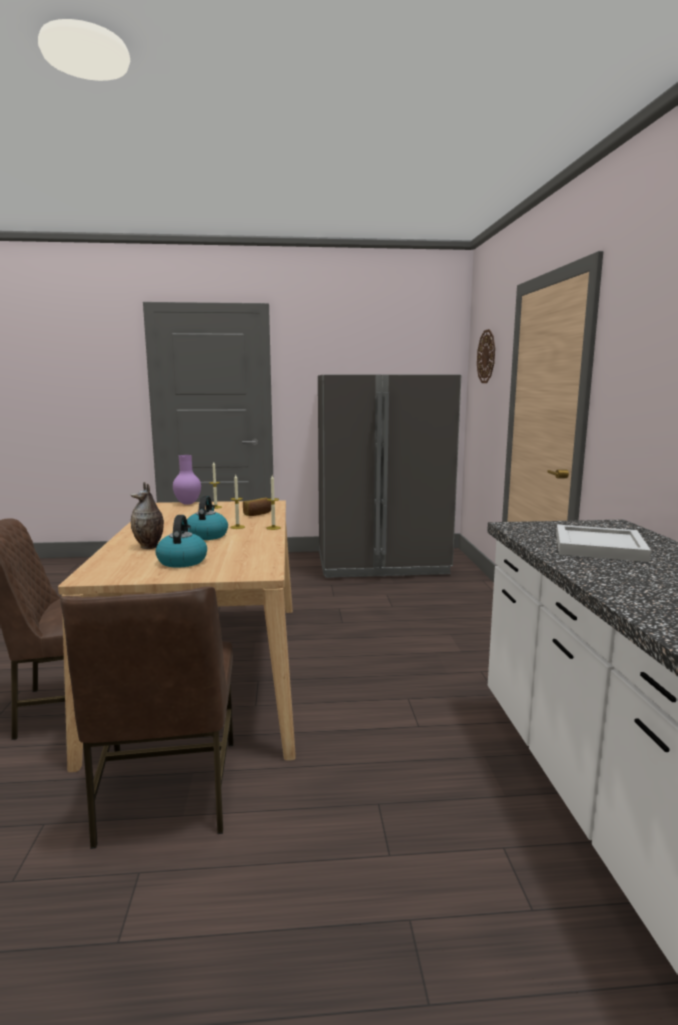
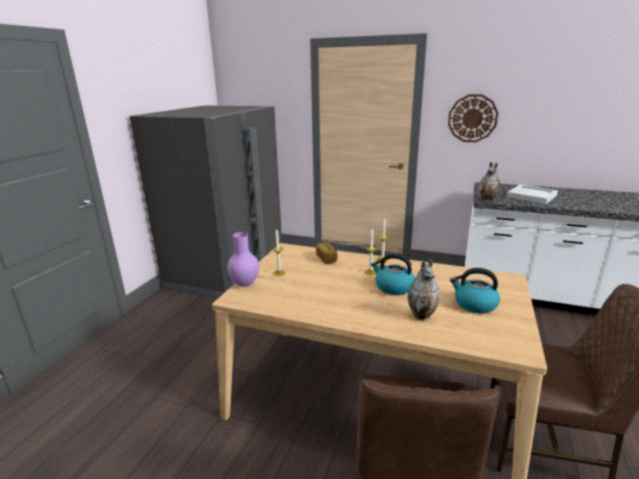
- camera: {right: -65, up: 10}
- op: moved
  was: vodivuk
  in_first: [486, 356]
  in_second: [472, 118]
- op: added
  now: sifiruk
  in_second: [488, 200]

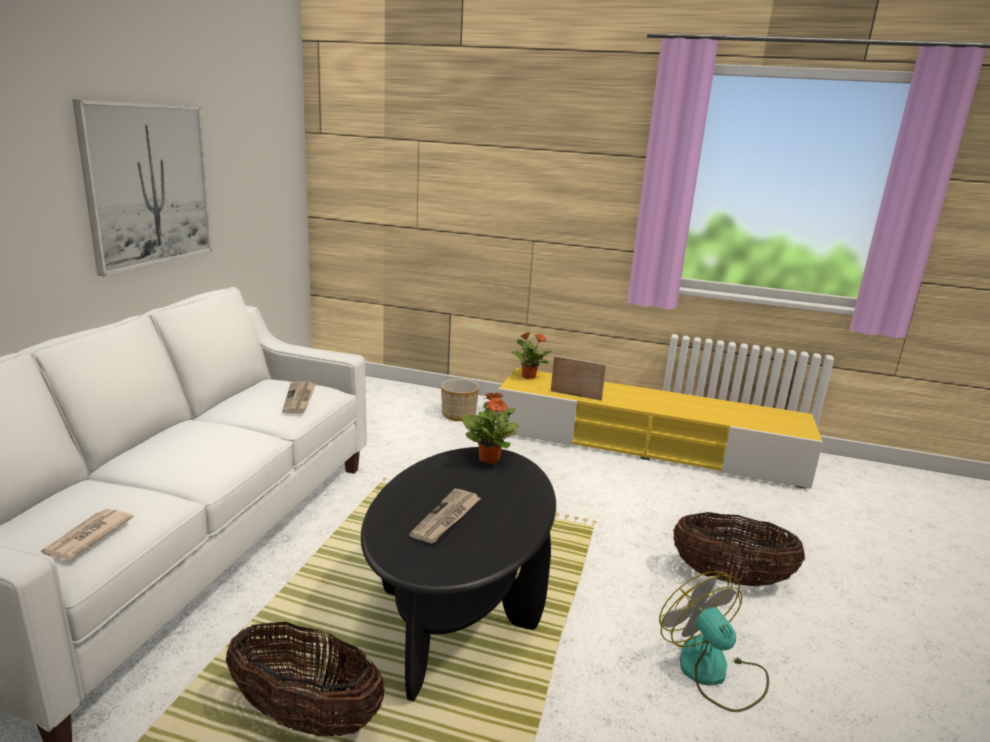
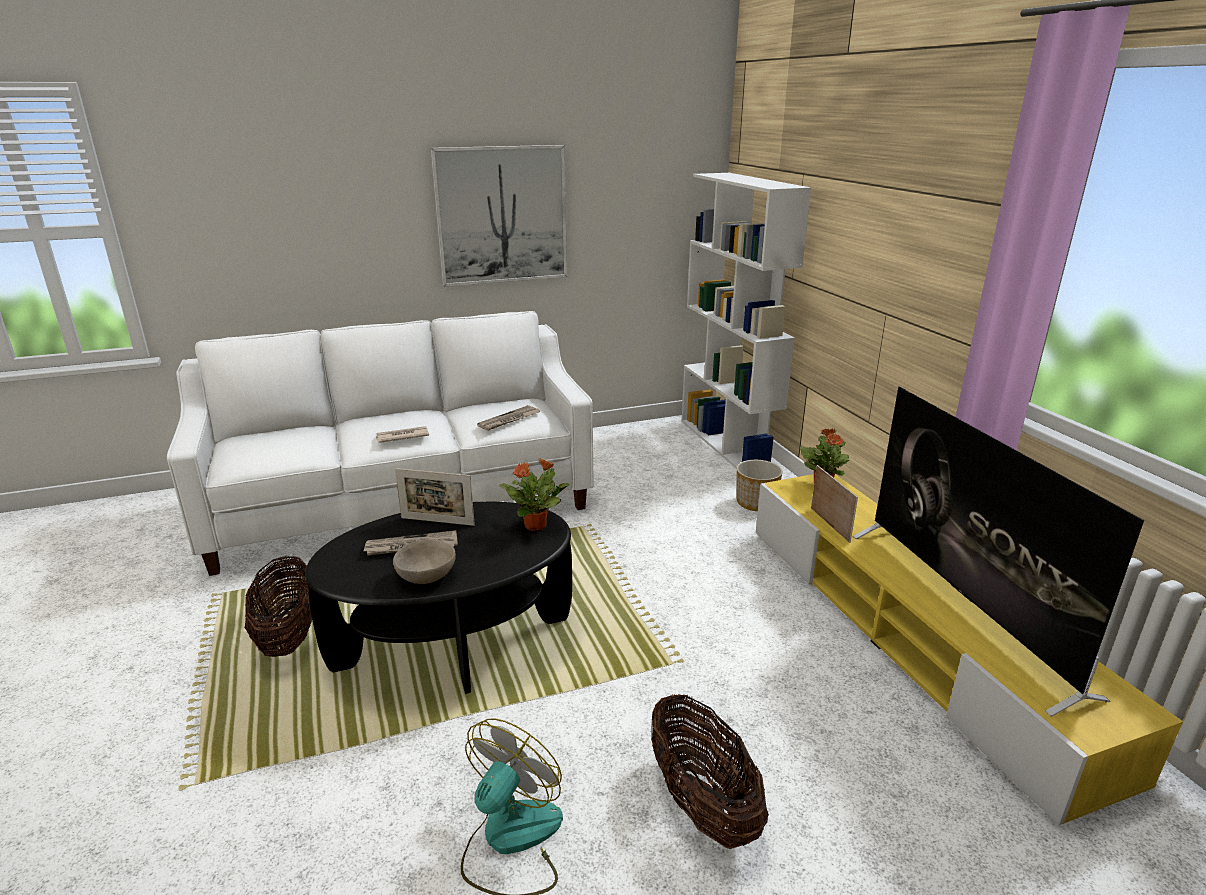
- camera: {right: 55, up: 5}
- op: moved
  was: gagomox
  in_first: [86, 537]
  in_second: [402, 436]
- op: added
  now: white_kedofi
  in_second: [728, 444]
- op: added
  now: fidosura
  in_second: [962, 607]
- op: added
  now: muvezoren
  in_second: [437, 521]
- op: added
  now: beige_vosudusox
  in_second: [427, 576]

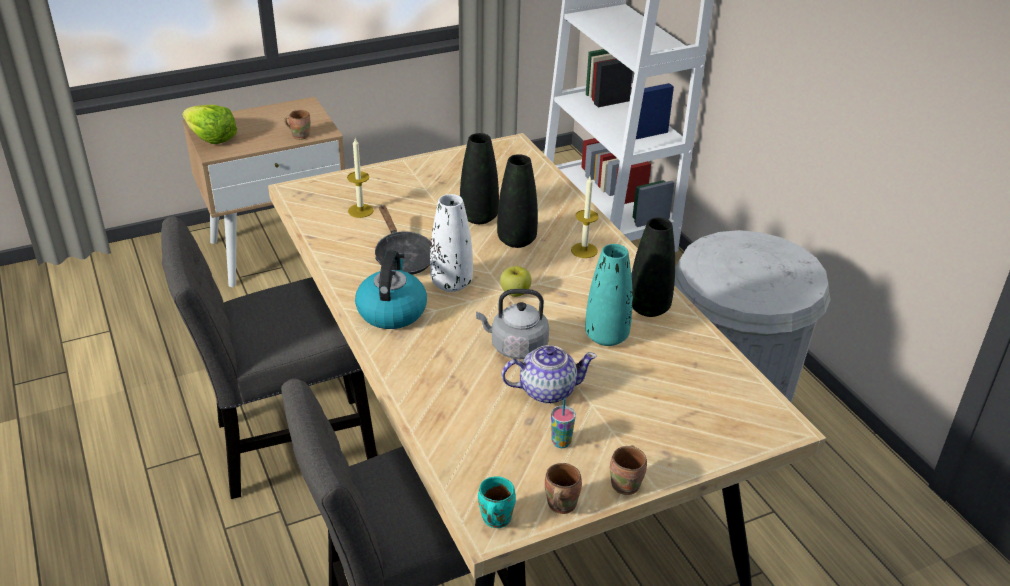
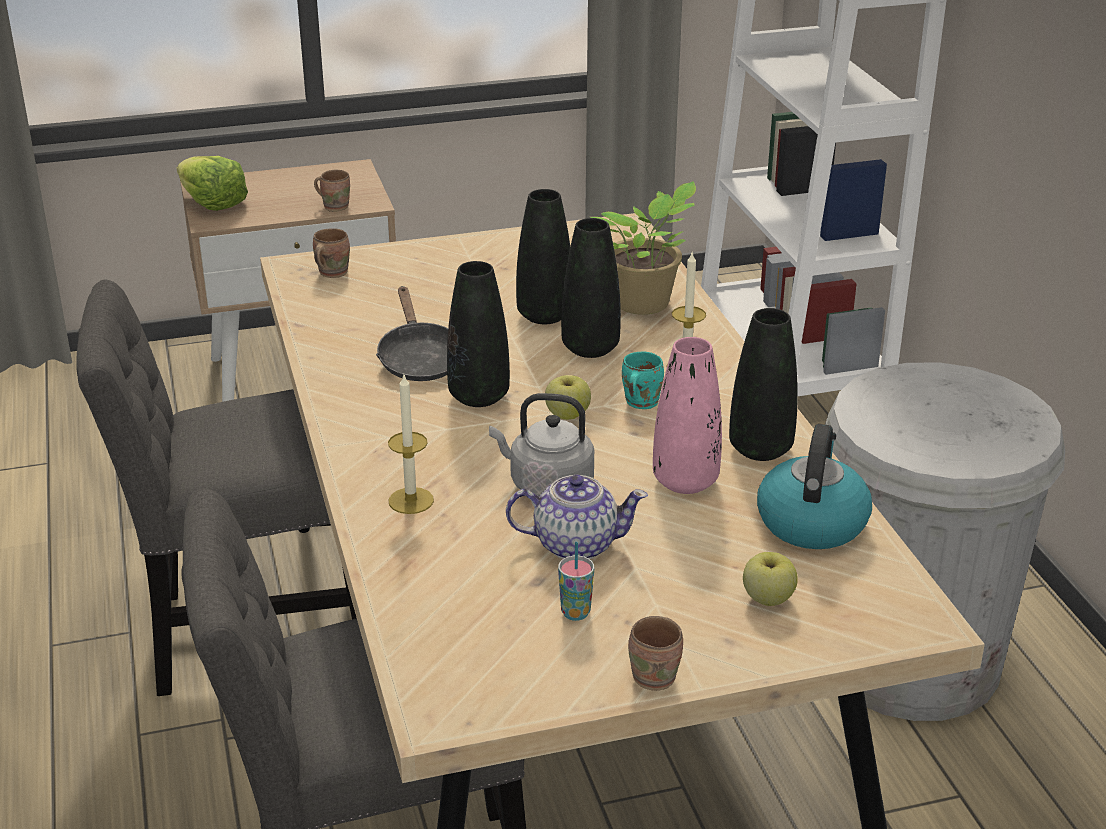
- camera: {right: 10, up: -5}
- op: moved
  was: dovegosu
  in_first: [360, 211]
  in_second: [411, 500]
- op: recoloured
  was: white_sifiruk
  now: black_sifiruk
  in_first: [451, 283]
  in_second: [479, 397]
- op: recoloured
  was: turquoise_sifiruk
  now: pink_sifiruk
  in_first: [606, 336]
  in_second: [685, 481]
- op: moved
  was: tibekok
  in_first: [391, 311]
  in_second: [811, 521]
- op: moved
  was: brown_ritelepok
  in_first: [559, 505]
  in_second: [330, 273]
- op: moved
  was: turquoise_ritelepok
  in_first: [494, 519]
  in_second: [639, 402]
- op: added
  now: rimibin
  in_second: [645, 304]
- op: added
  now: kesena
  in_second: [768, 598]

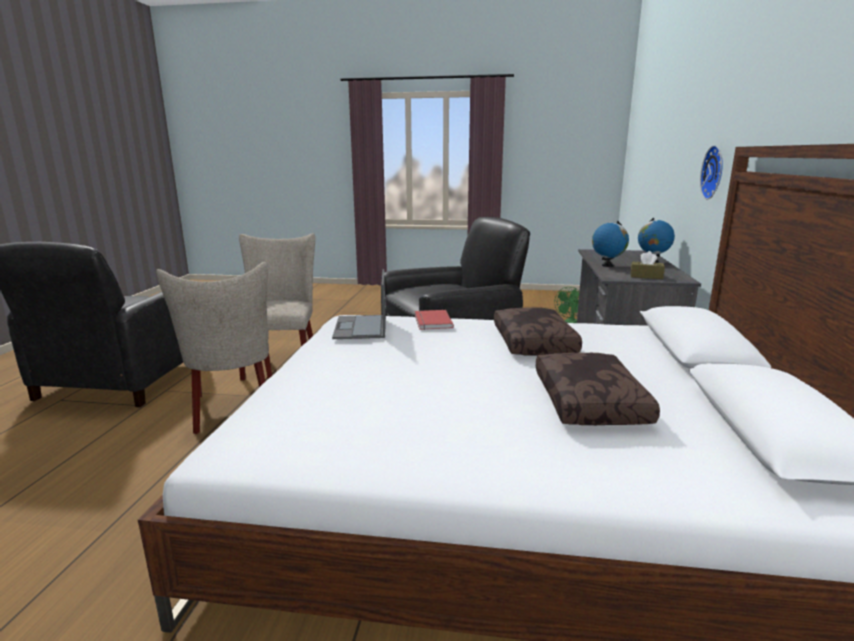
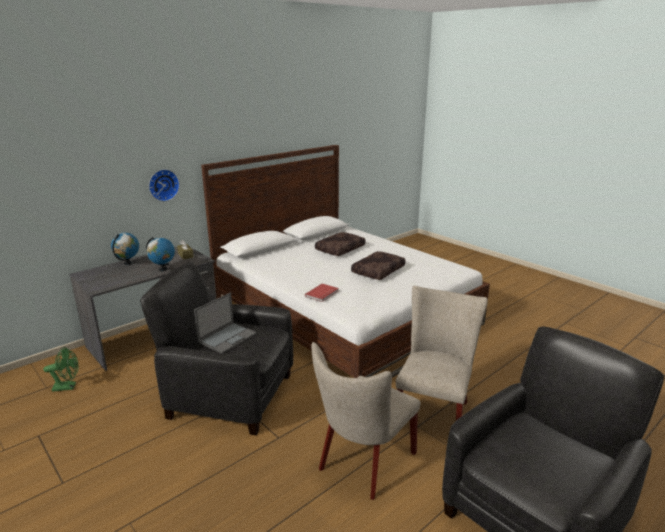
- camera: {right: -140, up: 5}
- op: moved
  was: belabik
  in_first: [361, 327]
  in_second: [228, 337]
- op: moved
  was: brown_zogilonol
  in_first: [535, 343]
  in_second: [377, 271]

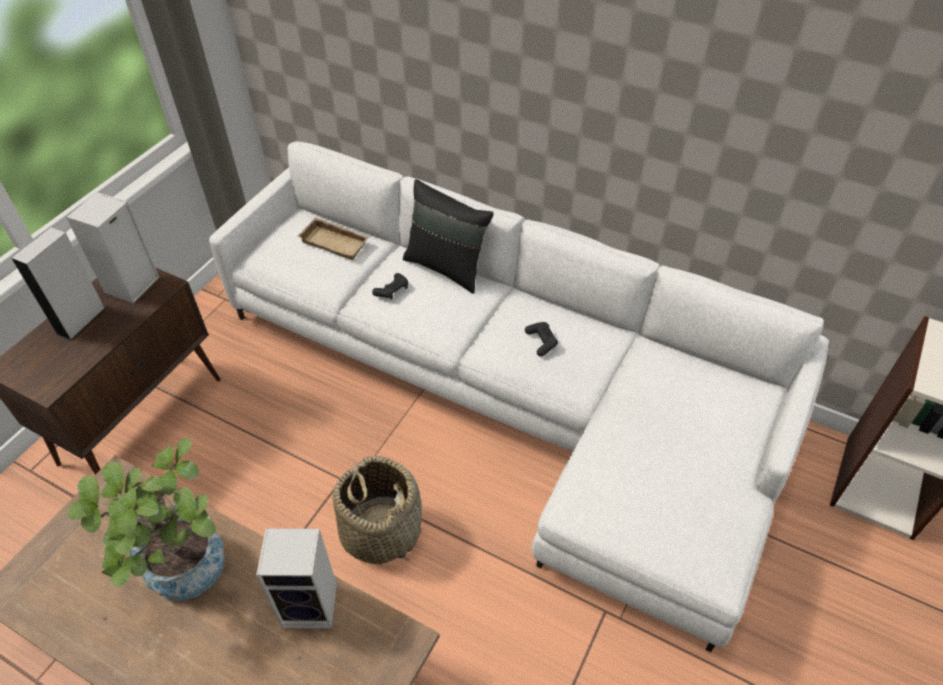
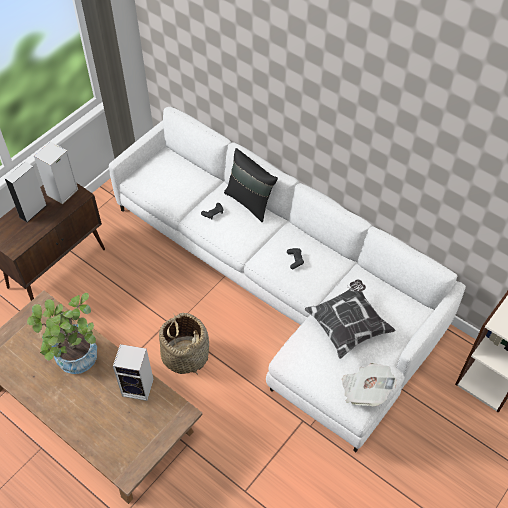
- camera: {right: 10, up: 5}
- op: removed
  was: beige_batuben
  in_first: [336, 242]
- op: added
  now: zogilonol
  in_second: [348, 326]
- op: added
  now: gagomox
  in_second: [365, 390]

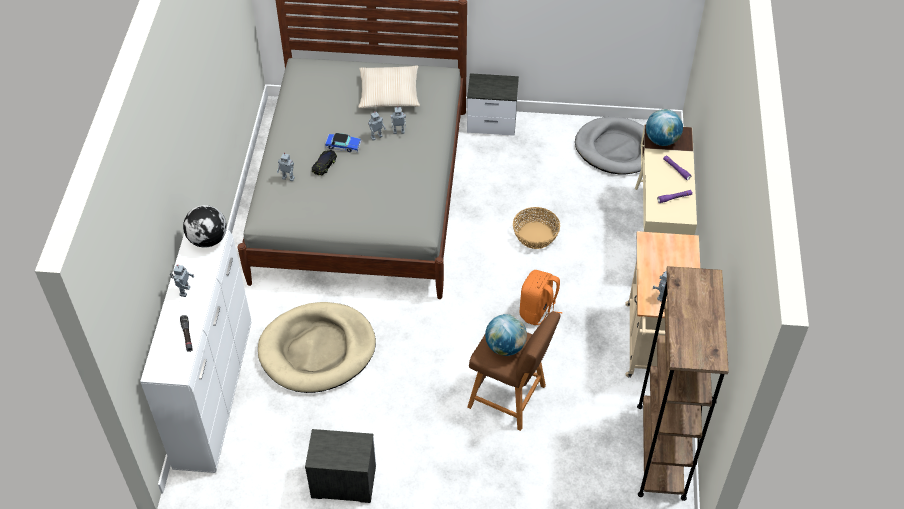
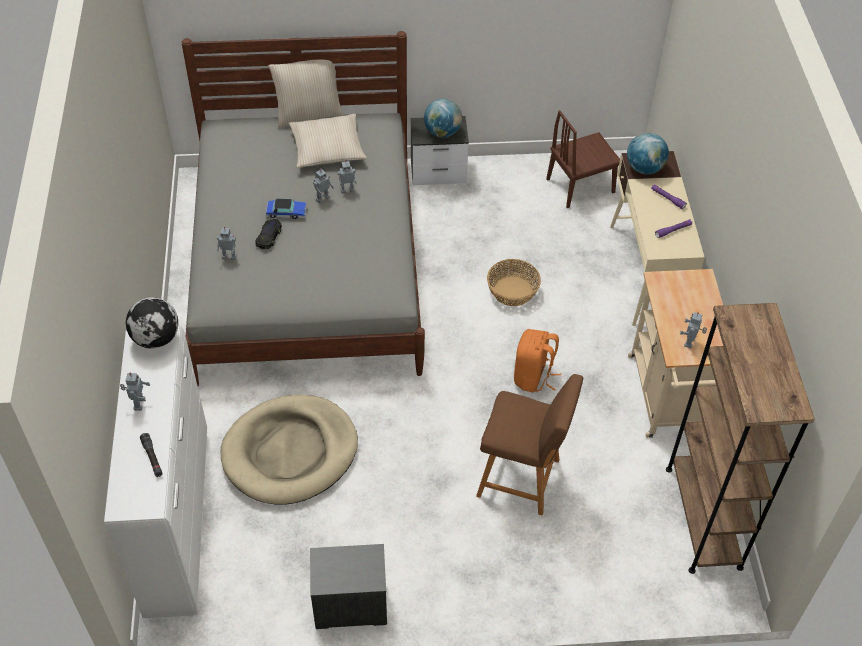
- camera: {right: -10, up: 0}
- op: replaced
  was: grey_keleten
  now: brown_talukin
  in_first: [616, 148]
  in_second: [580, 185]
- op: moved
  was: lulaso
  in_first: [505, 347]
  in_second: [442, 132]
- op: added
  now: beige_zogilonol
  in_second: [308, 114]

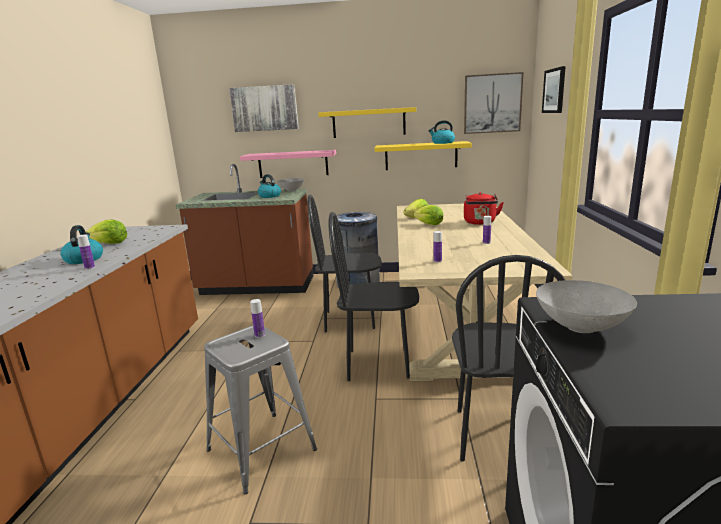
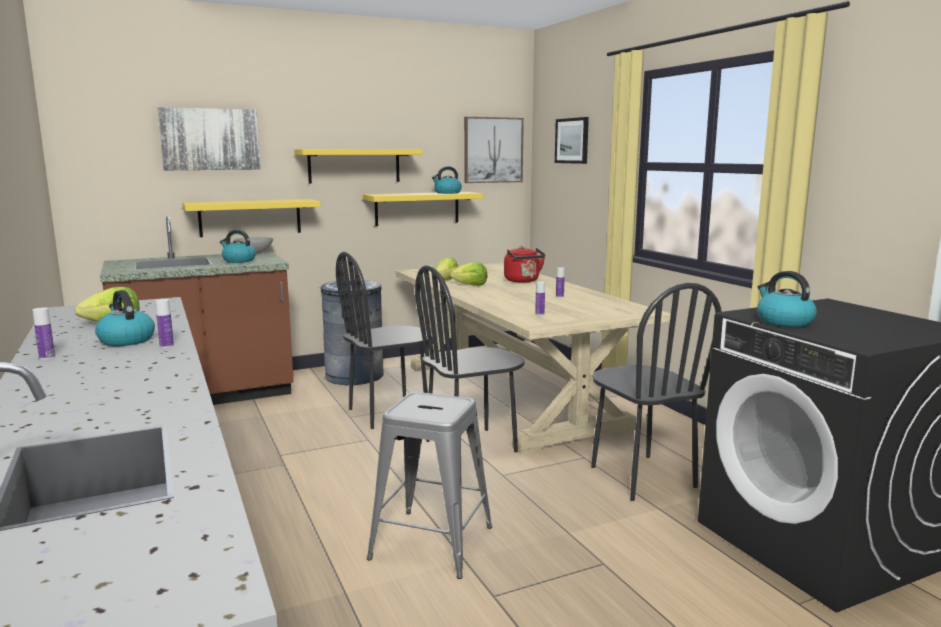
- camera: {right: -30, up: -5}
- op: recoloured
  was: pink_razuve
  now: yellow_razuve
  in_first: [293, 164]
  in_second: [250, 217]
- op: replaced
  was: grey_vosudusox
  now: tibekok
  in_first: [579, 327]
  in_second: [783, 321]
- op: moved
  was: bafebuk
  in_first: [259, 335]
  in_second: [47, 357]

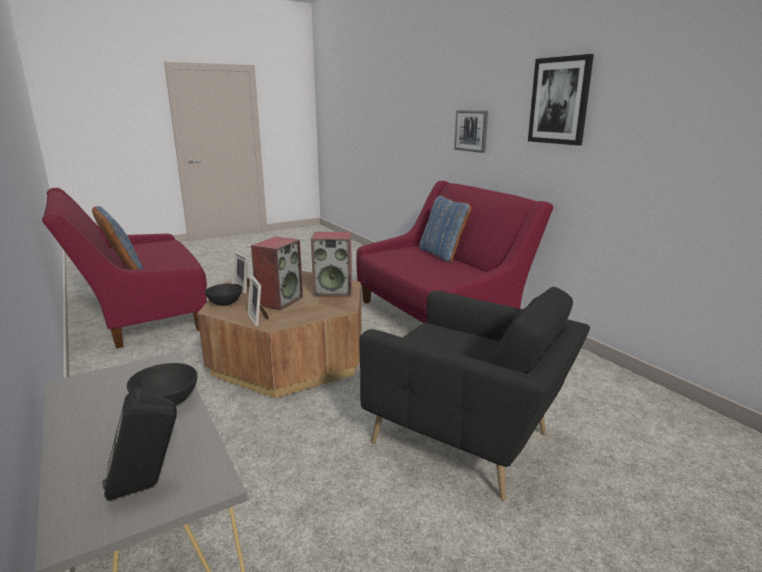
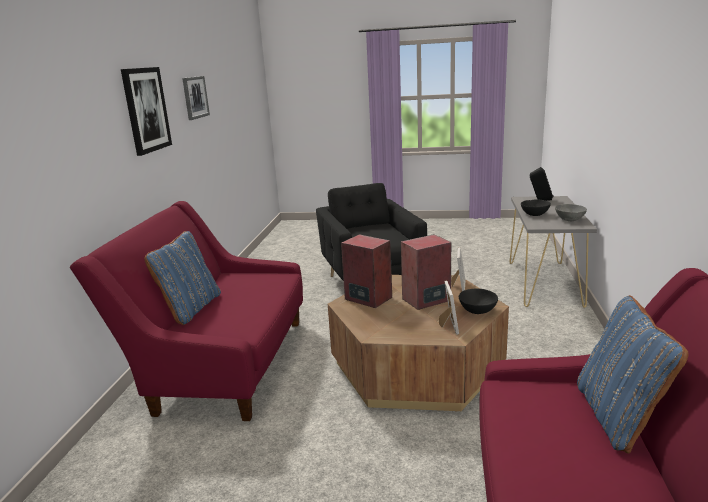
- camera: {right: -140, up: 0}
- op: moved
  was: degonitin
  in_first: [471, 130]
  in_second: [195, 97]
- op: added
  now: grey_vosudusox
  in_second: [569, 219]

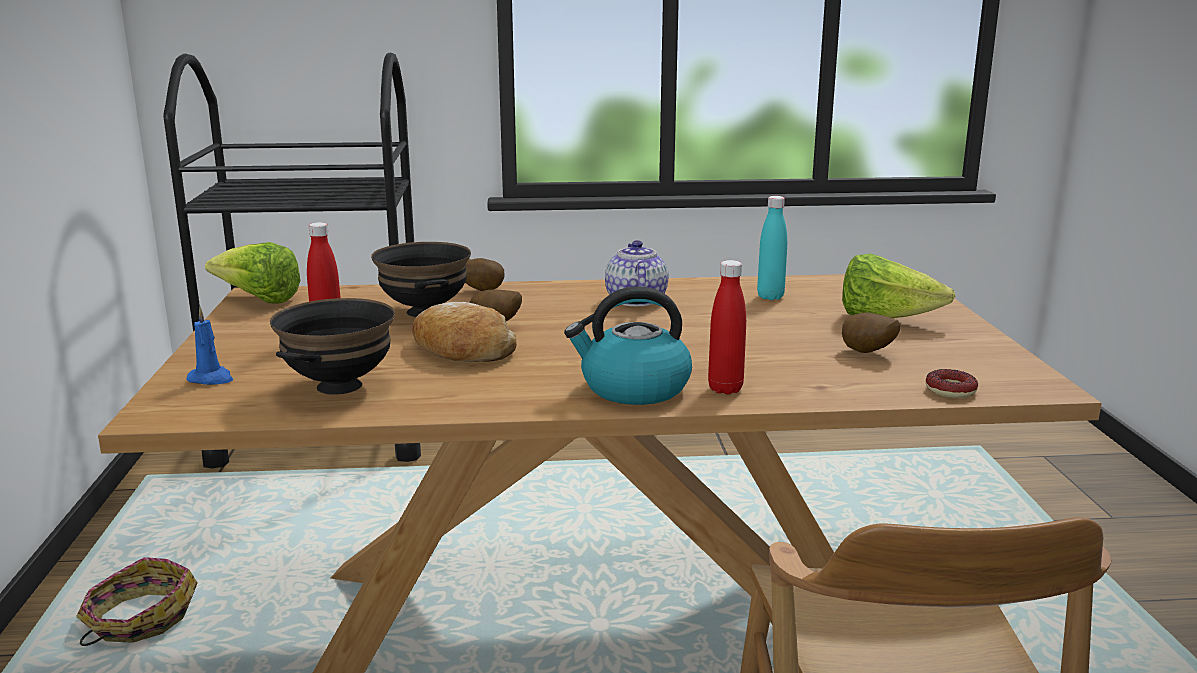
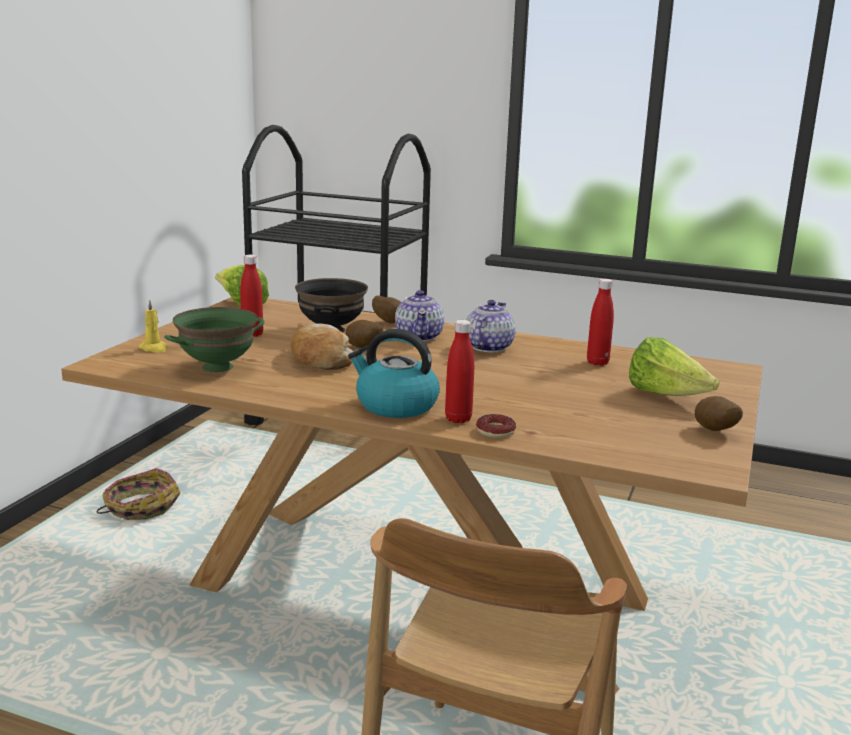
- camera: {right: 25, up: 0}
- op: recoloured
  was: turquoise_bafebuk
  now: red_bafebuk
  in_first: [770, 297]
  in_second: [597, 362]
- op: recoloured
  was: black_vosudusox
  now: green_vosudusox
  in_first: [338, 386]
  in_second: [217, 366]
- op: recoloured
  was: blue_dovegosu
  now: yellow_dovegosu
  in_first: [211, 379]
  in_second: [154, 349]
- op: moved
  was: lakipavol
  in_first: [866, 353]
  in_second: [714, 431]
- op: moved
  was: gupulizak
  in_first: [950, 390]
  in_second: [495, 431]
- op: added
  now: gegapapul
  in_second: [419, 336]

